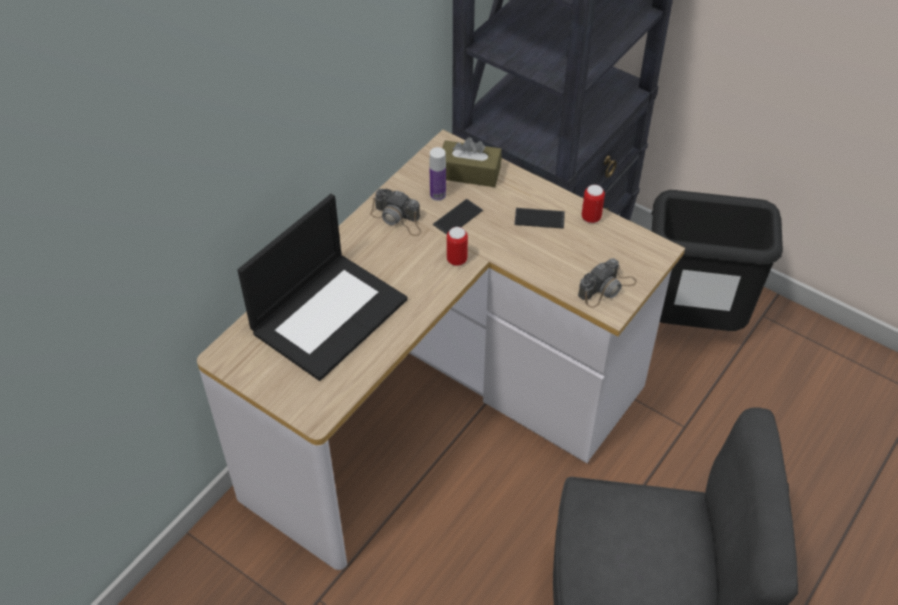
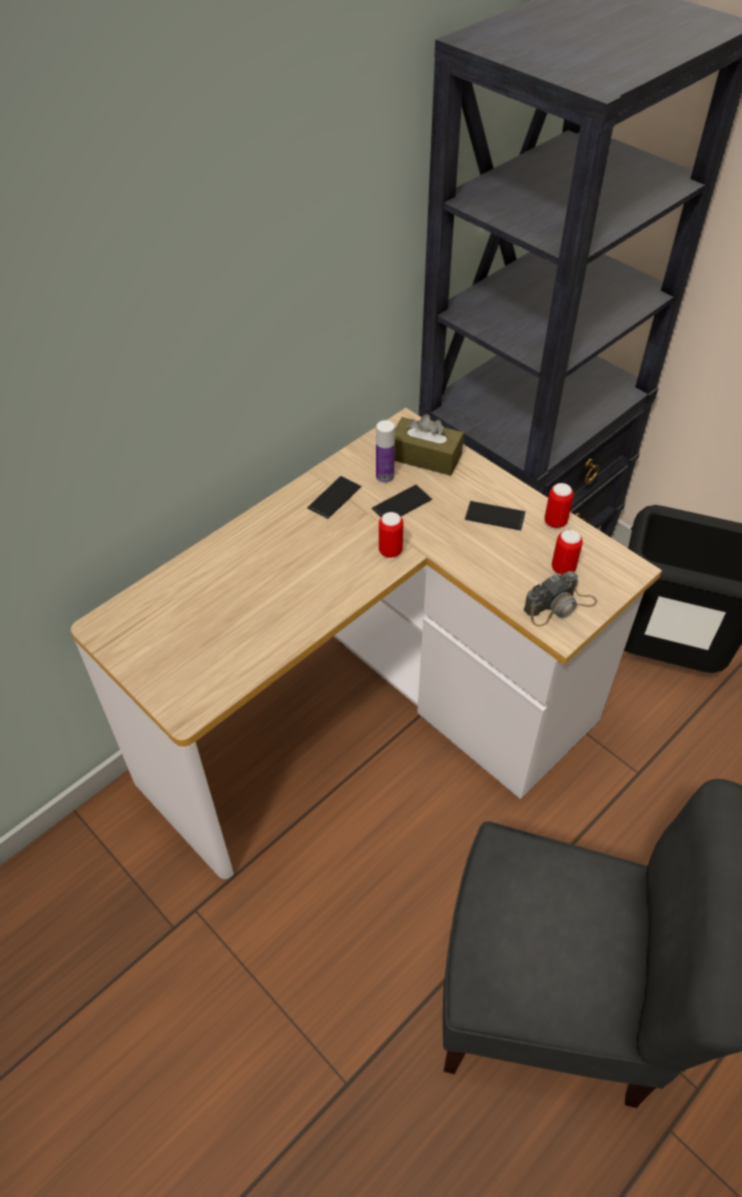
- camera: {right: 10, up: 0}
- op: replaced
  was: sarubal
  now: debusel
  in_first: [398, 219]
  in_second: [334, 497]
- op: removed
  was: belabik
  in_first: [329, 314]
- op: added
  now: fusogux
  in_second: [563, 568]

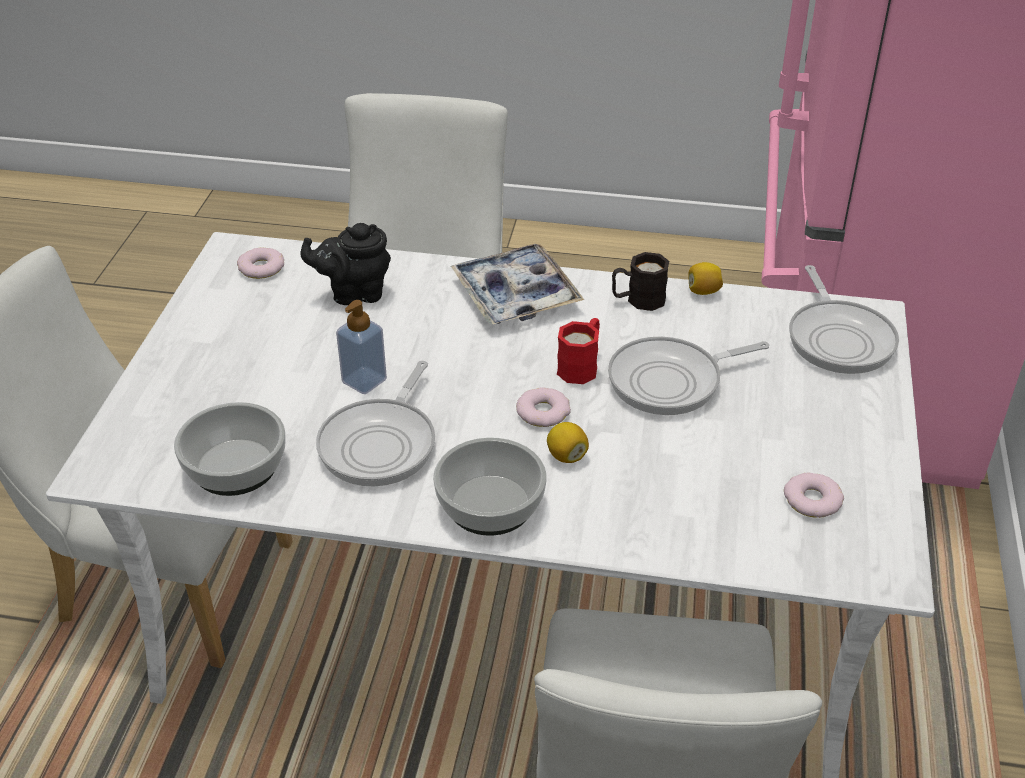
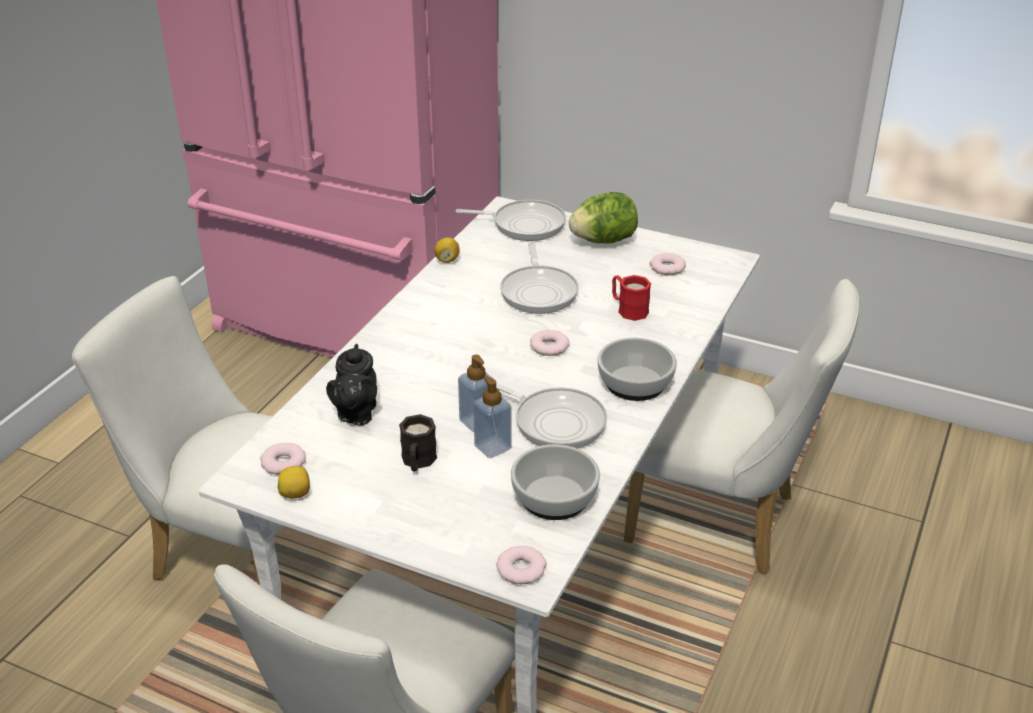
- camera: {right: -75, up: -5}
- op: removed
  was: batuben
  in_first: [515, 295]
- op: moved
  was: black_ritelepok
  in_first: [638, 300]
  in_second: [418, 462]
- op: moved
  was: red_ritelepok
  in_first: [581, 365]
  in_second: [628, 309]
- op: moved
  was: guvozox
  in_first: [566, 456]
  in_second: [295, 494]
- op: added
  now: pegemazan
  in_second: [604, 240]
- op: added
  now: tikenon
  in_second: [492, 447]
- op: added
  now: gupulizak
  in_second: [521, 569]

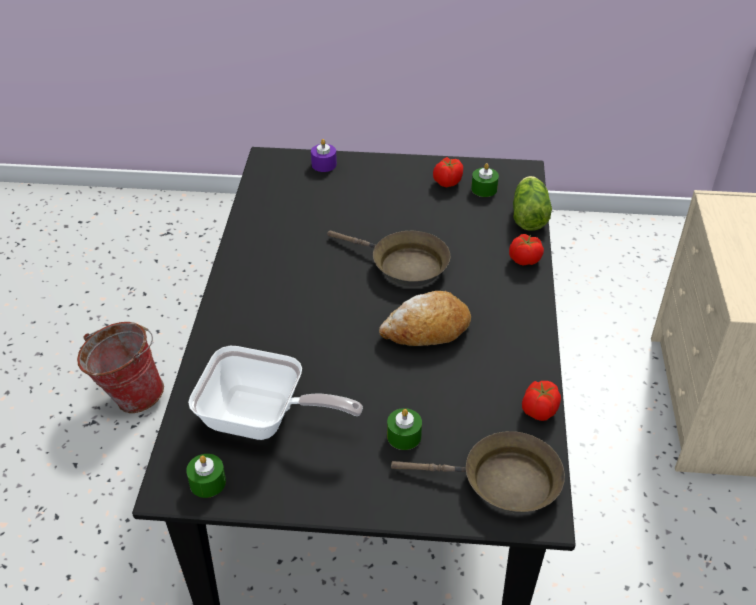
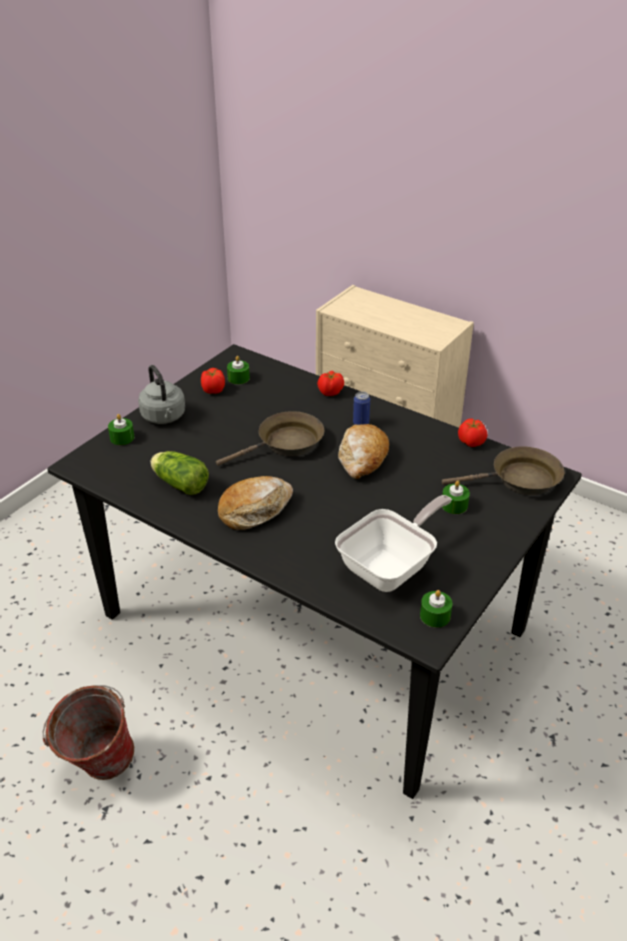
- camera: {right: -60, up: -5}
- op: recoloured
  was: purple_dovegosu
  now: green_dovegosu
  in_first: [324, 164]
  in_second: [122, 438]
- op: moved
  was: pegemazan
  in_first: [529, 214]
  in_second: [179, 483]
- op: turned
  was: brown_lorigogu
  in_first: [502, 482]
  in_second: [519, 480]
  clockwise: 45
- op: added
  now: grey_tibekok
  in_second: [164, 417]
- op: added
  now: fusogux
  in_second: [361, 423]
- op: added
  now: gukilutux
  in_second: [255, 510]

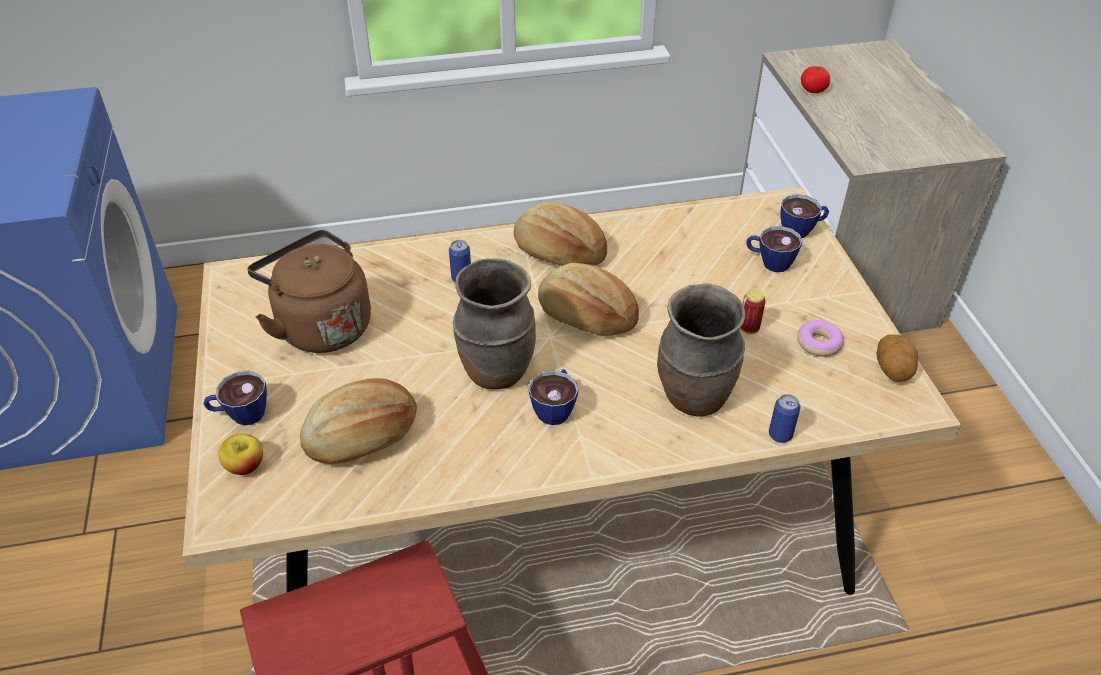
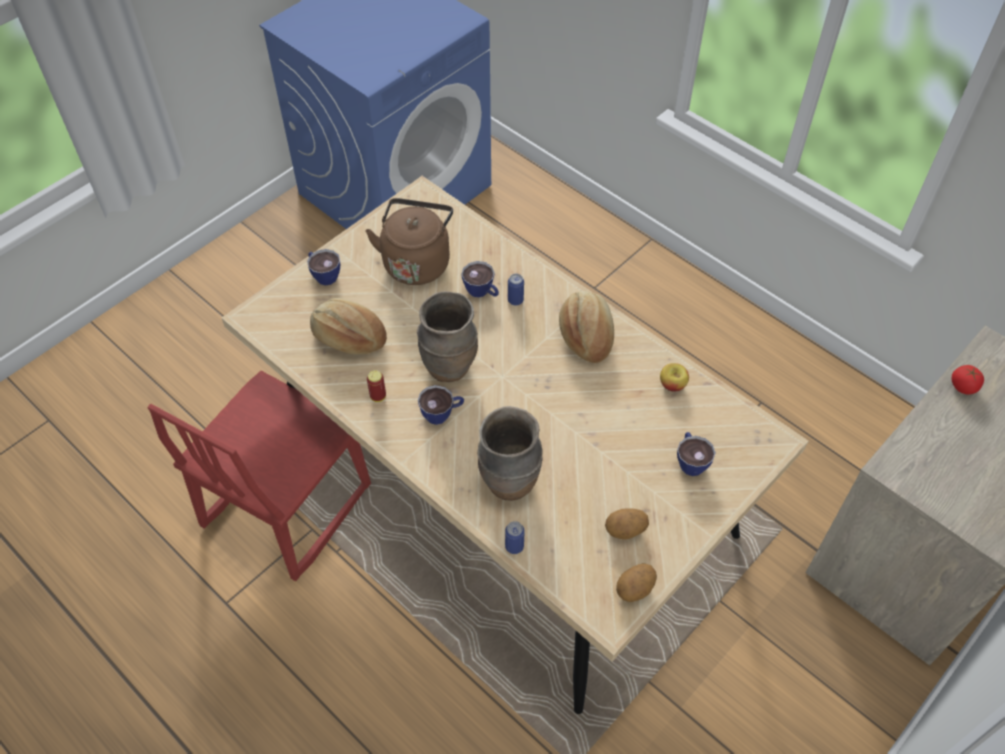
- camera: {right: 55, up: 10}
- op: moved
  was: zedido
  in_first: [801, 230]
  in_second: [482, 292]
- op: removed
  was: gukilutux
  in_first: [586, 316]
- op: moved
  was: fusogux
  in_first: [748, 329]
  in_second: [378, 396]
- op: replaced
  was: gupulizak
  now: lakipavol
  in_first: [819, 343]
  in_second: [625, 531]
- op: moved
  was: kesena
  in_first: [245, 466]
  in_second: [672, 385]

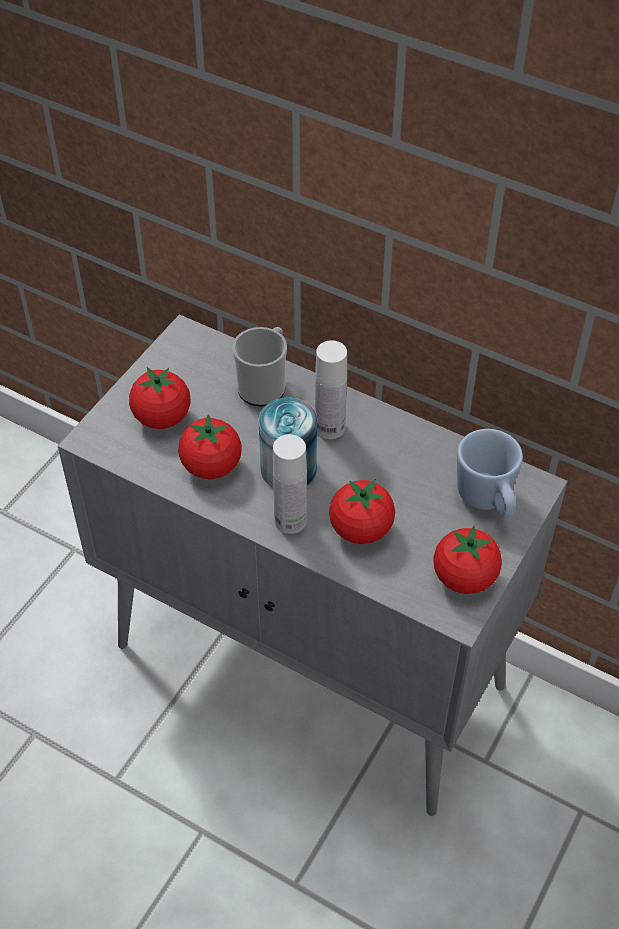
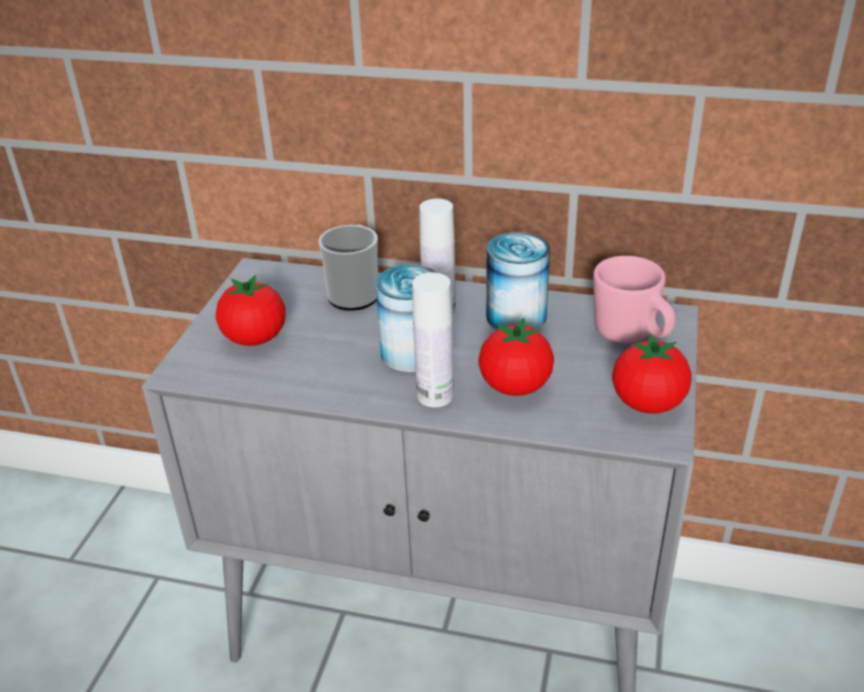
- camera: {right: -15, up: -15}
- op: removed
  was: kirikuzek
  in_first: [211, 466]
- op: recoloured
  was: blue_ritelepok
  now: pink_ritelepok
  in_first: [487, 501]
  in_second: [631, 336]
- op: added
  now: fusogux
  in_second: [516, 317]

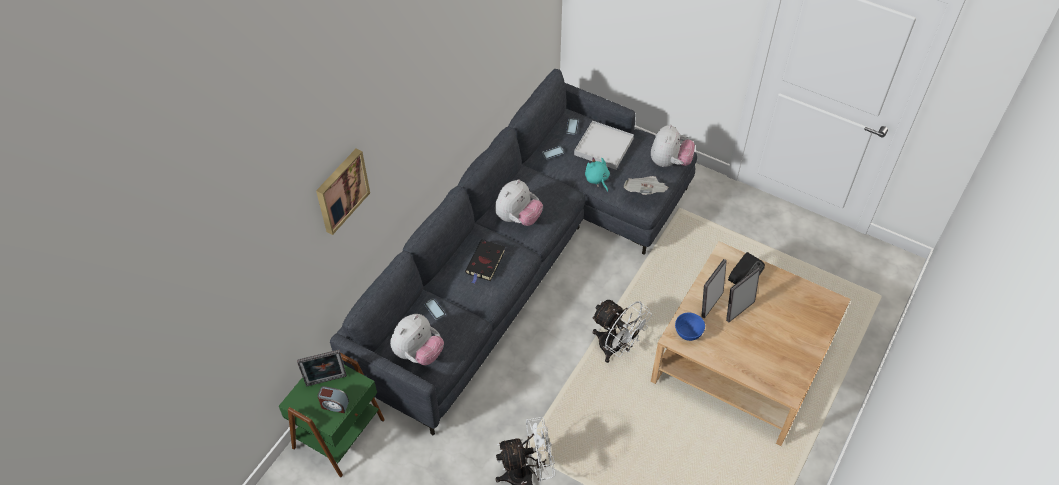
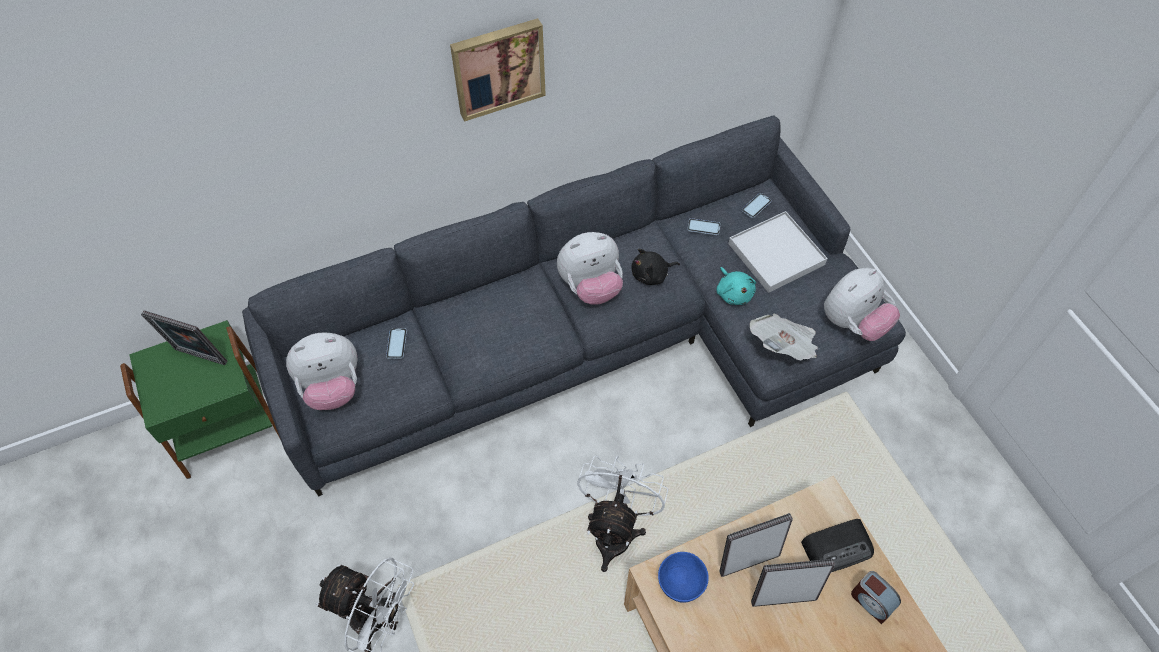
- camera: {right: 35, up: 5}
- op: moved
  was: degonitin
  in_first: [341, 190]
  in_second: [498, 67]
- op: turned
  was: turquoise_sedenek
  in_first: [597, 179]
  in_second: [733, 293]
  clockwise: 150
- op: removed
  was: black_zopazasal
  in_first: [485, 263]
- op: turned
  was: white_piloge
  in_first: [616, 348]
  in_second: [615, 529]
  clockwise: -150
- op: moved
  was: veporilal
  in_first: [334, 405]
  in_second: [871, 601]
- op: added
  now: black_sedenek
  in_second: [651, 275]

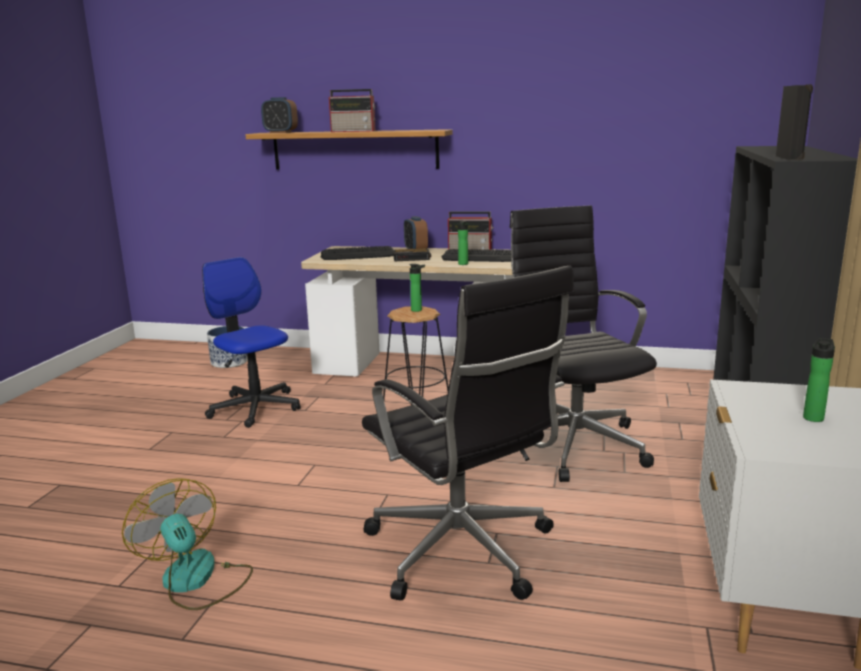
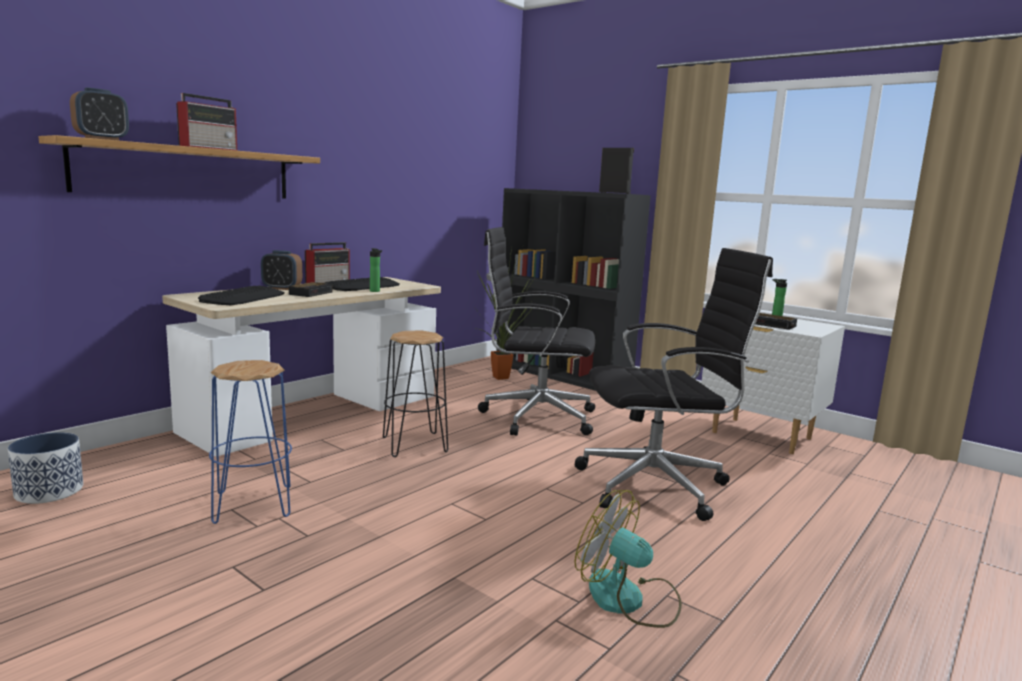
- camera: {right: -65, up: -5}
- op: replaced
  was: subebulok
  now: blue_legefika
  in_first: [255, 408]
  in_second: [253, 504]
- op: removed
  was: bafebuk
  in_first: [418, 310]
- op: turned
  was: piloge
  in_first: [196, 580]
  in_second: [628, 599]
  clockwise: 45
- op: added
  now: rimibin
  in_second: [501, 378]
- op: added
  now: veporilal
  in_second: [774, 325]

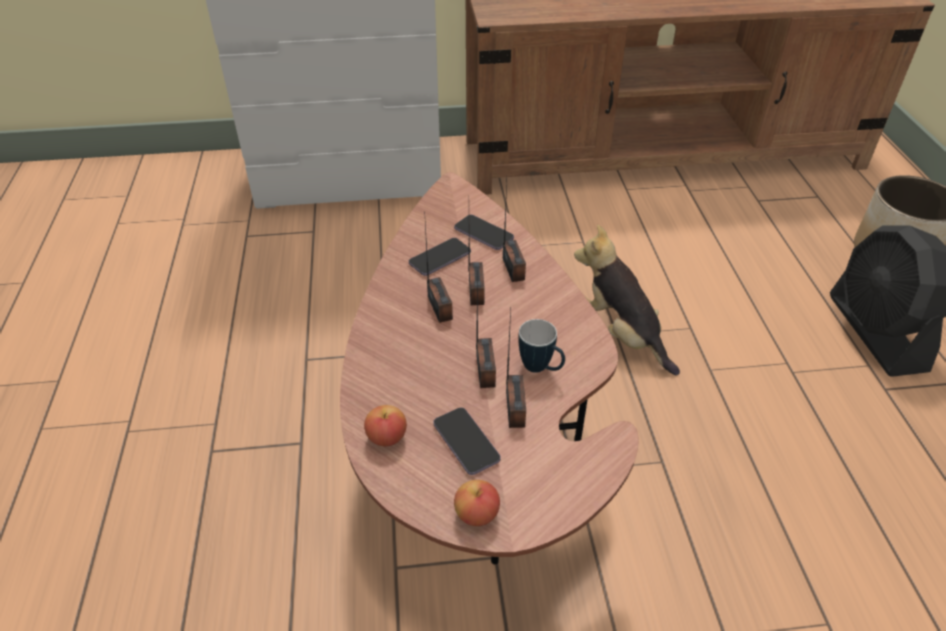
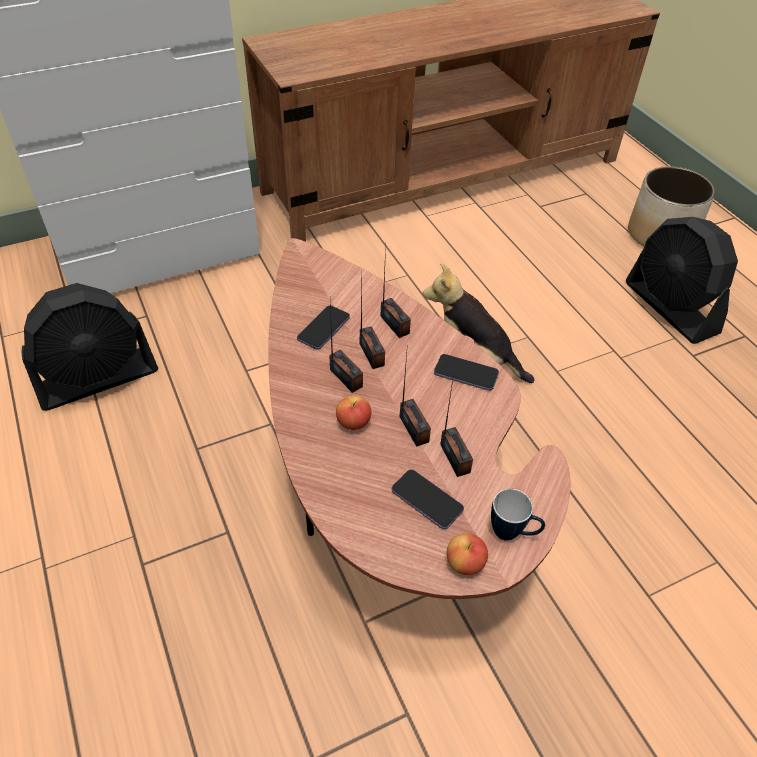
- camera: {right: -20, up: 5}
- op: moved
  was: debusel
  in_first: [483, 234]
  in_second: [466, 374]
- op: moved
  was: ritelepok
  in_first: [541, 369]
  in_second: [512, 533]
- op: moved
  was: kesena
  in_first: [387, 437]
  in_second: [353, 422]
- op: added
  now: black_piloge
  in_second: [98, 378]

